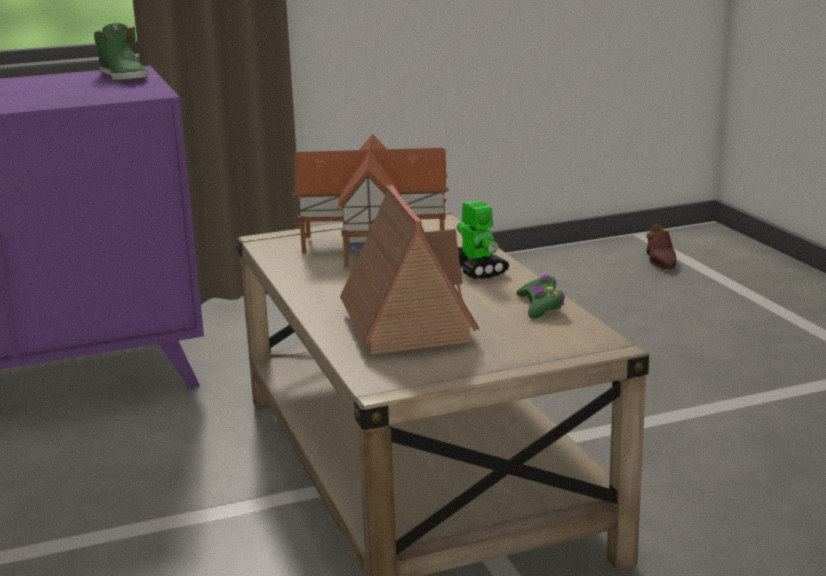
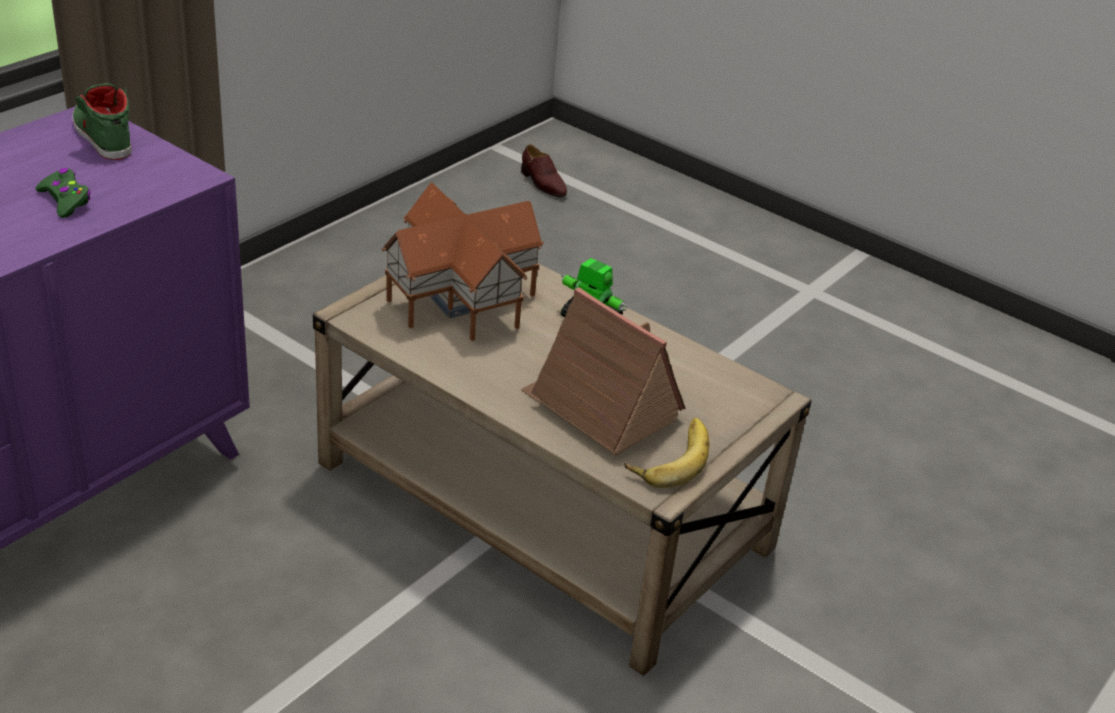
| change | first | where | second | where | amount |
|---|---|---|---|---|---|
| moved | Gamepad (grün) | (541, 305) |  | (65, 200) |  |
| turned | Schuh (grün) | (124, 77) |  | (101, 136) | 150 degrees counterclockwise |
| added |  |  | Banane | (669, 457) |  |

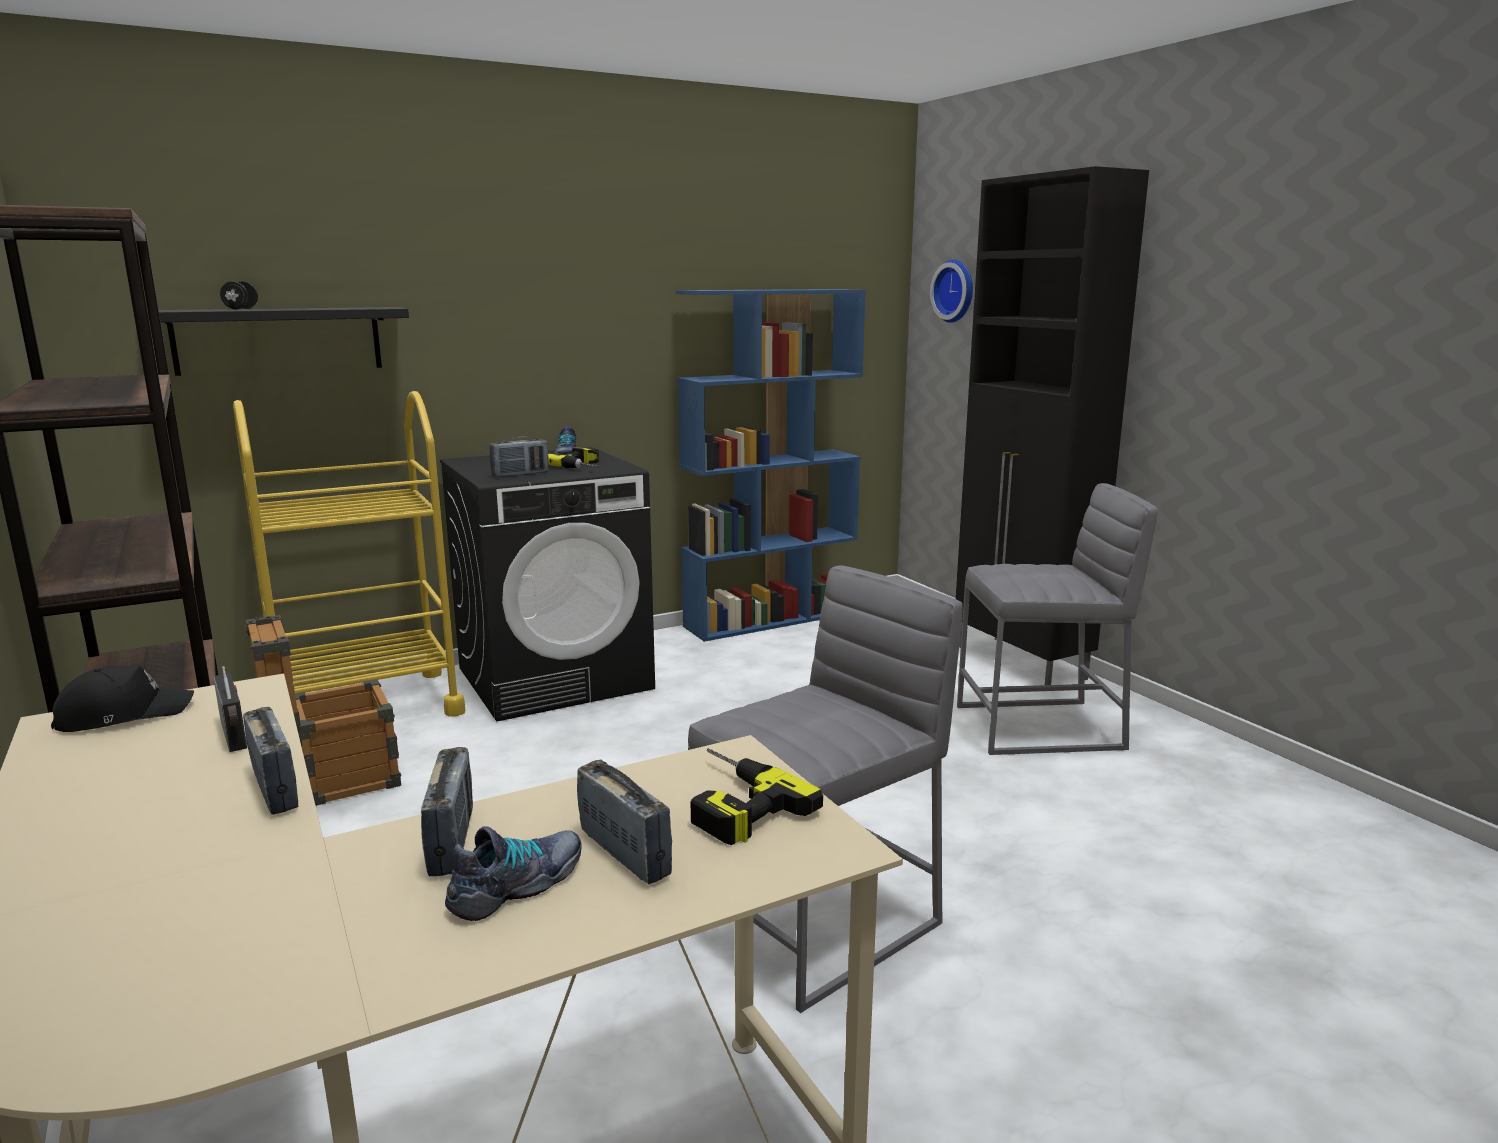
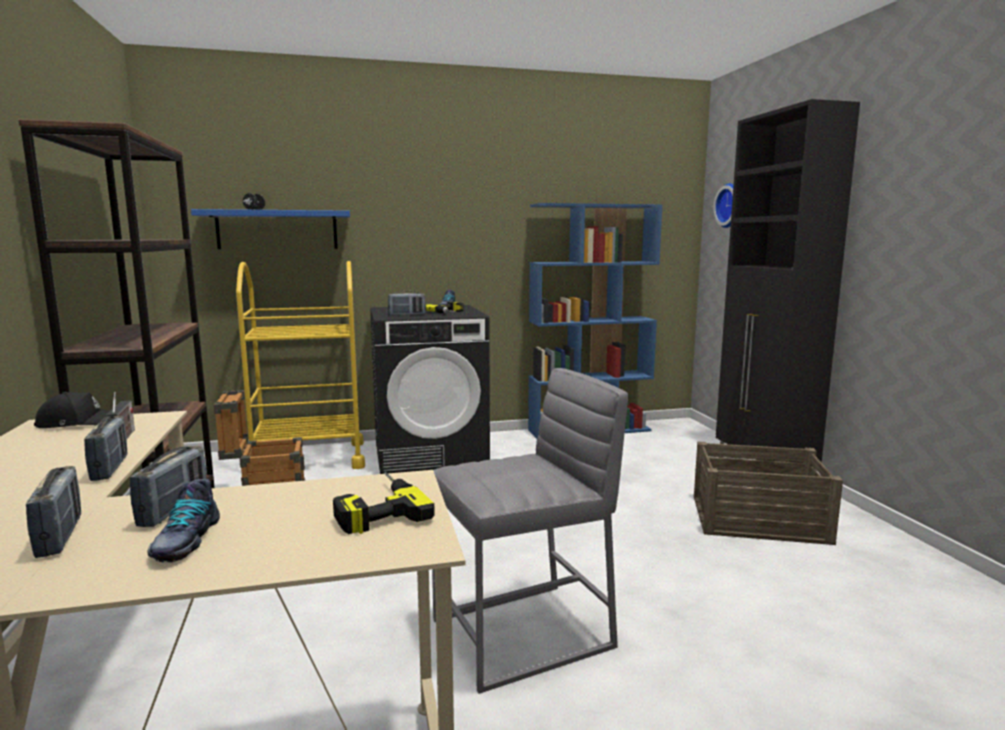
| change | first | where | second | where | amount |
|---|---|---|---|---|---|
| moved | Radio | (625, 854) |  | (60, 536) |  |
| turned | Schuh | (519, 886) |  | (185, 540) | 120 degrees clockwise |
| recoloured | Wandregal (schwarz) | (278, 340) | Wandregal (blau) | (277, 230) |  |
| replaced | Hocker (grau) | (1040, 727) | Kiste | (759, 519) |  |

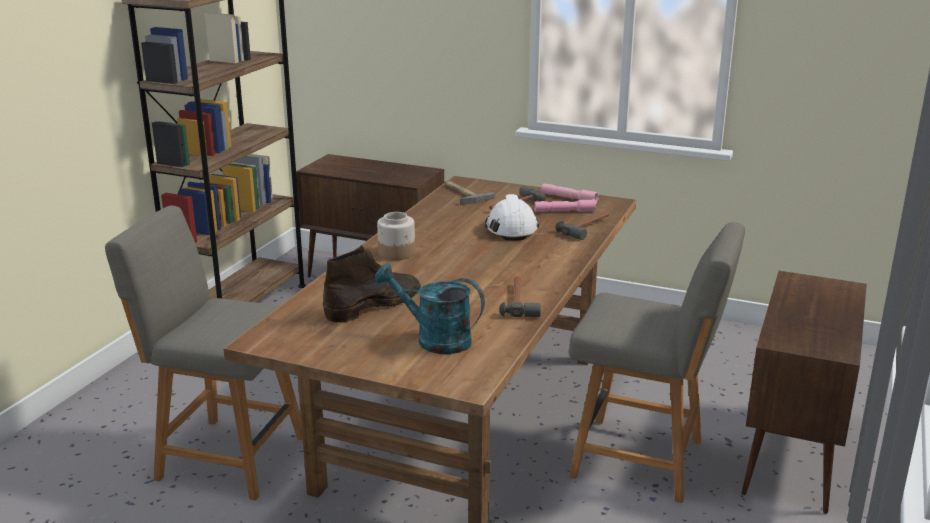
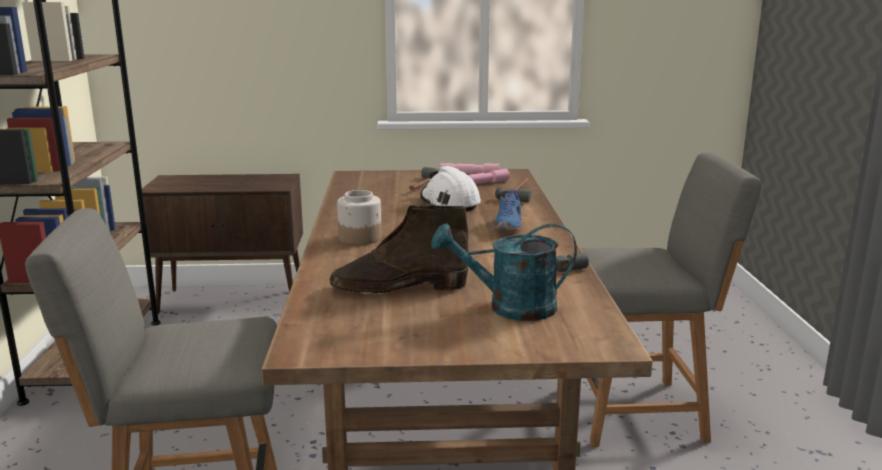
| change | first | where | second | where | amount |
|---|---|---|---|---|---|
| turned | Stiefel (braun) | (374, 304) |  | (397, 287) | 120 degrees counterclockwise |
| added |  |  | Schuh (blau) | (509, 226) |  |
| removed | Hammer | (462, 193) |  |  |  |
| removed | Schrank (braun) | (792, 455) |  |  |  |

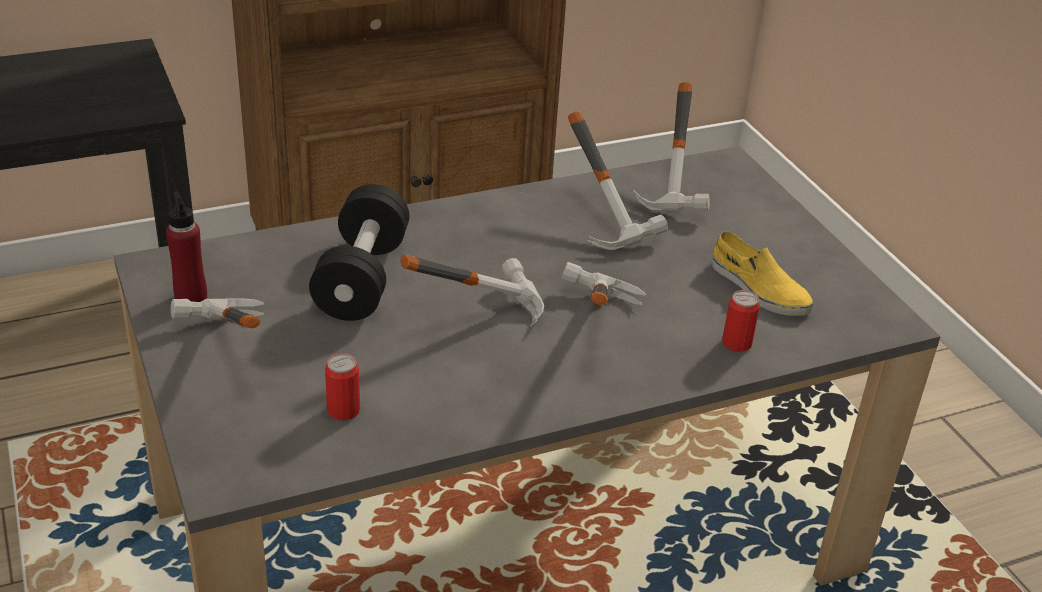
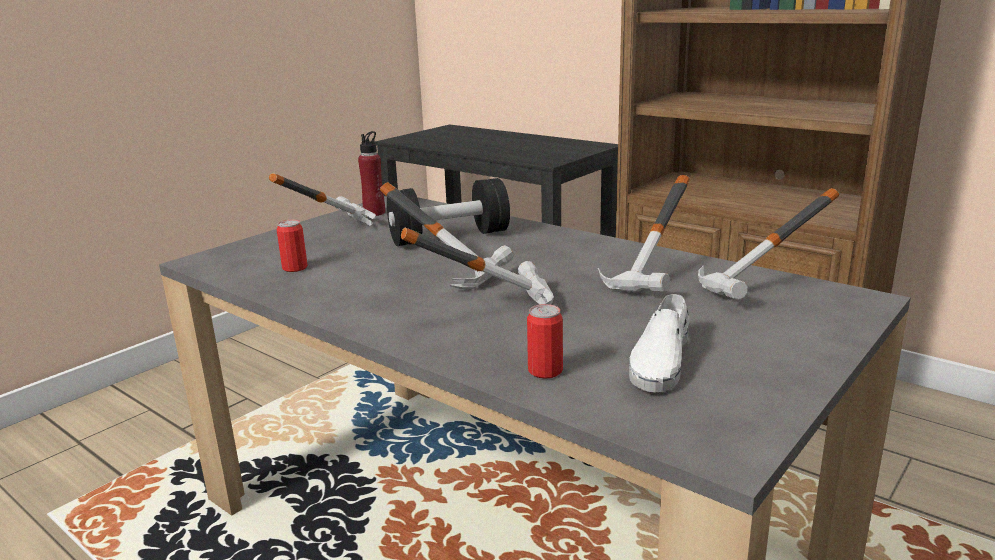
| change | first | where | second | where | amount |
|---|---|---|---|---|---|
| recoloured | Schuh (gelb) | (758, 288) | Schuh (weiß) | (660, 360) |  |

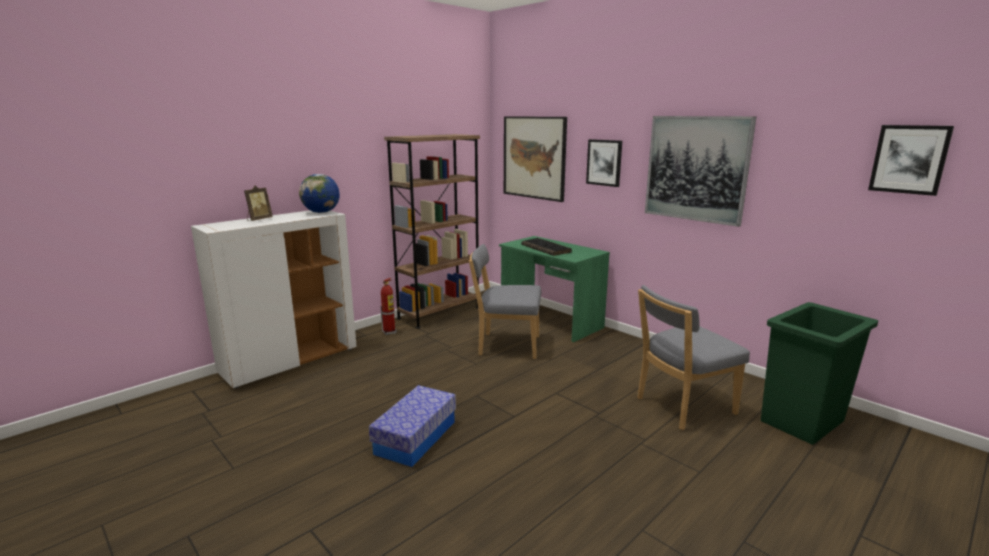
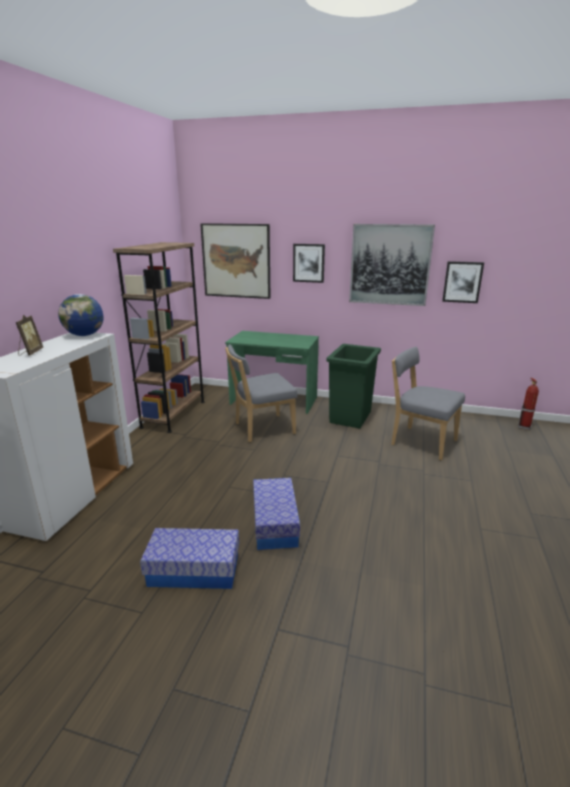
| change | first | where | second | where | amount |
|---|---|---|---|---|---|
| added |  |  | Aufbewahrungsbox | (194, 570) |  |
| moved | Mülleimer (grün) | (803, 421) |  | (351, 417) |  |
| turned | Stuhl (grau) | (681, 407) |  | (420, 442) | 90 degrees clockwise |
| moved | Bild | (909, 159) |  | (462, 282) |  |
| moved | Feuerlöscher | (389, 332) |  | (524, 426) |  |
| removed | Tastatur | (546, 248) |  |  |  |

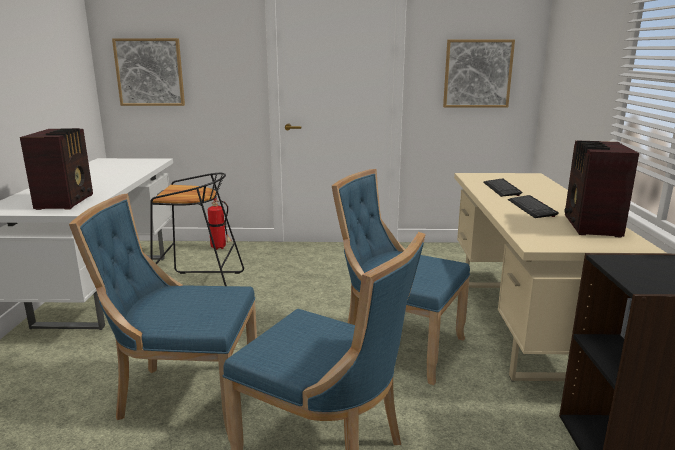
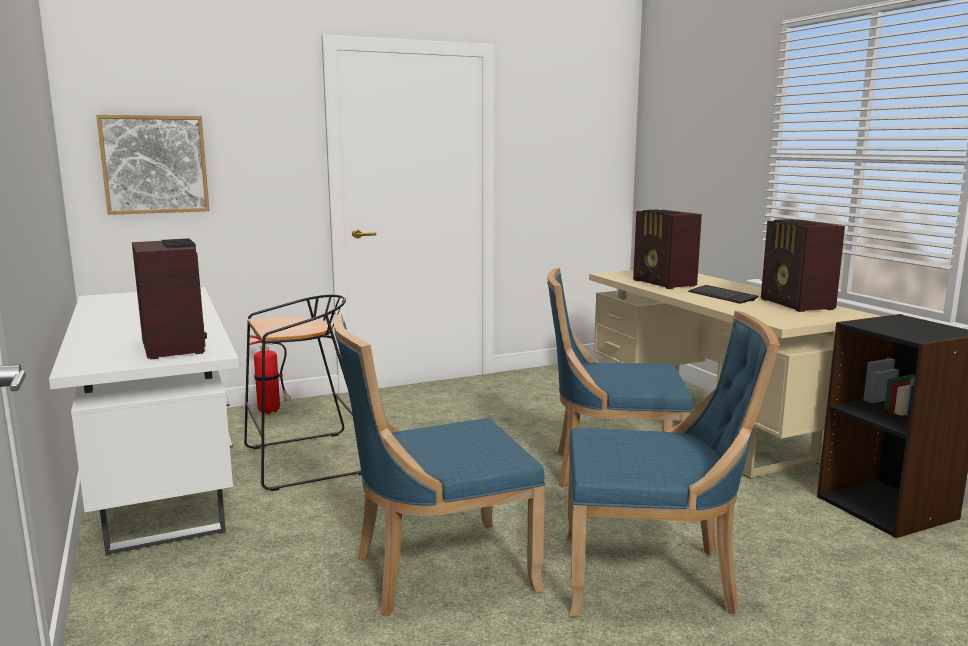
| change | first | where | second | where | amount |
|---|---|---|---|---|---|
| replaced | Tastatur | (501, 189) | Radio | (664, 283) |  |
| removed | Bild | (477, 74) |  |  |  |

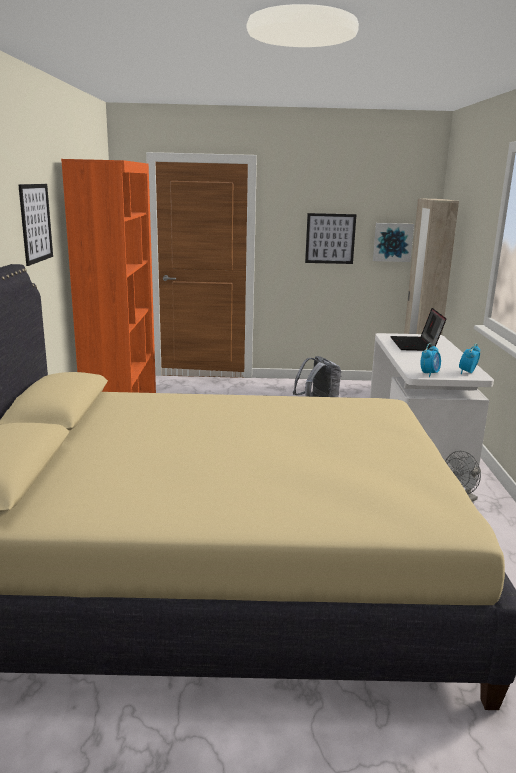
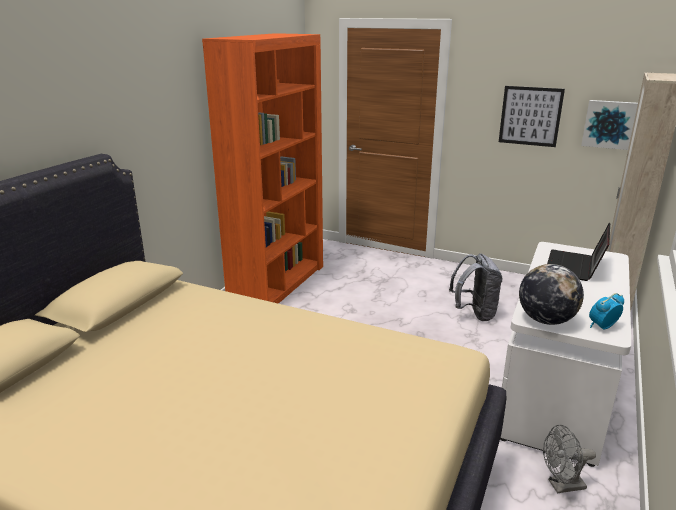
| change | first | where | second | where | amount |
|---|---|---|---|---|---|
| replaced | Wecker | (429, 374) | Globus | (546, 320) |  |
| removed | Bild | (36, 223) |  |  |  |

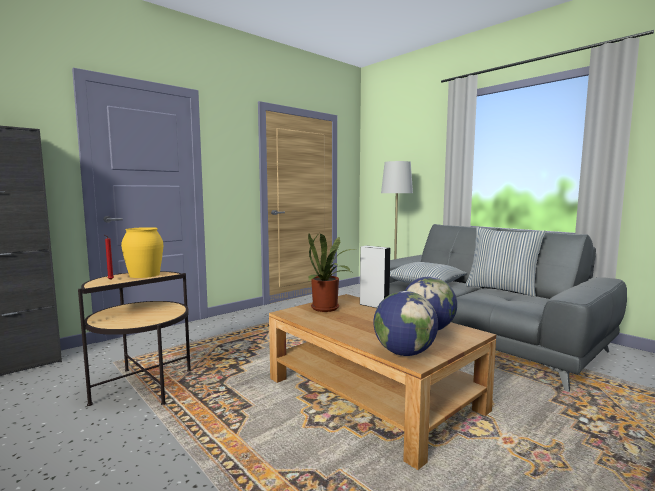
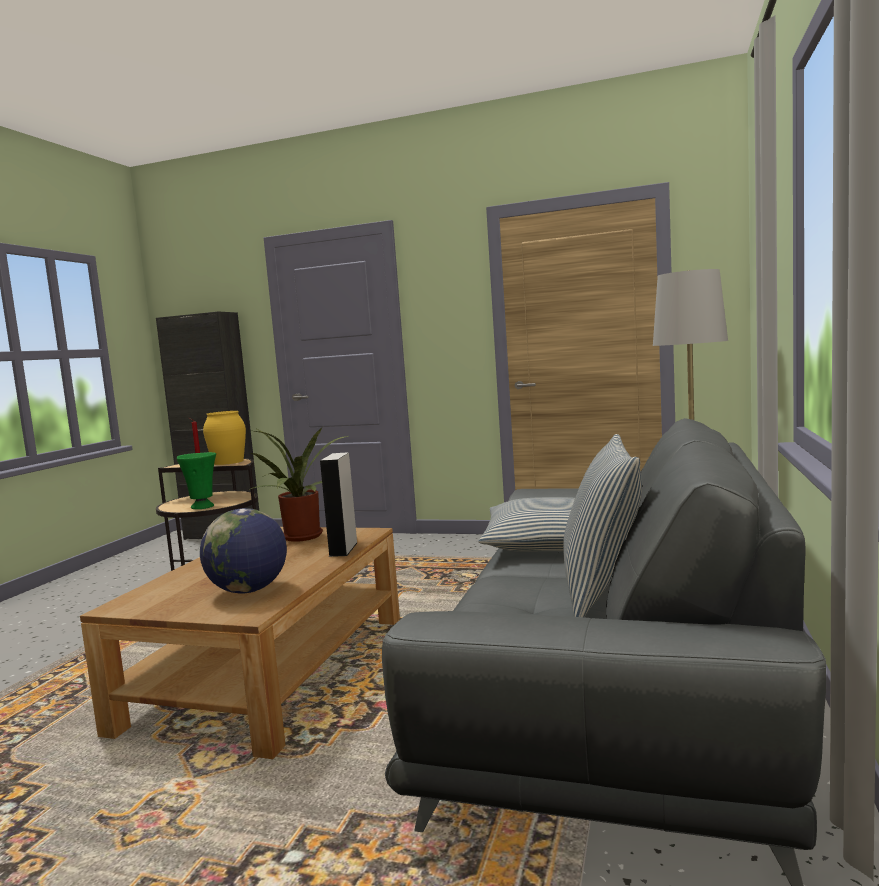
| change | first | where | second | where | amount |
|---|---|---|---|---|---|
| added |  |  | Vase (grün) | (202, 507) |  |
| removed | Globus | (404, 353) |  |  |  |

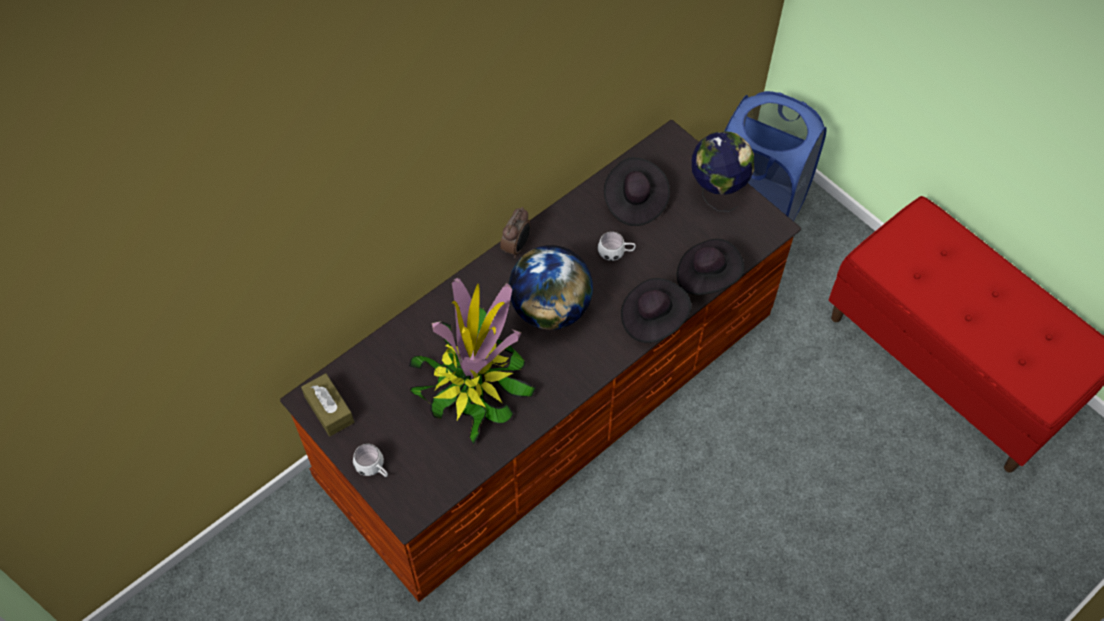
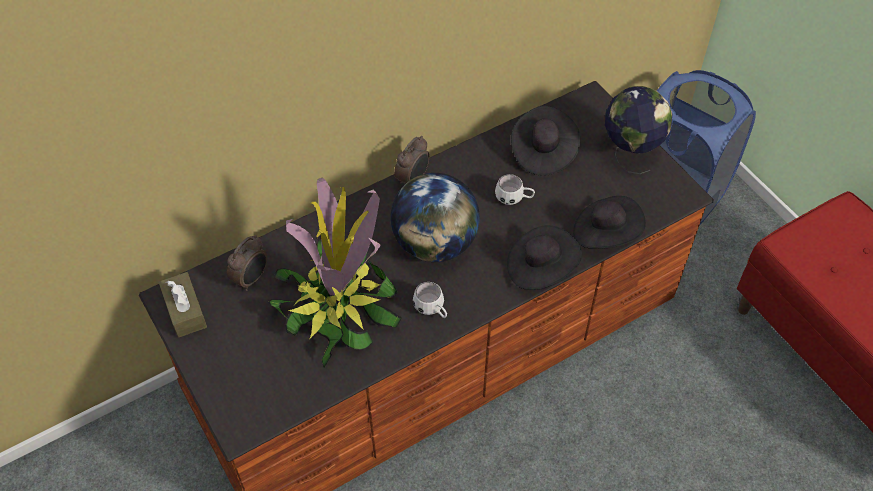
| change | first | where | second | where | amount |
|---|---|---|---|---|---|
| added |  |  | Wecker | (252, 279) |  |
| moved | Henkelbecher (weiß) | (373, 469) |  | (432, 310) |  |

